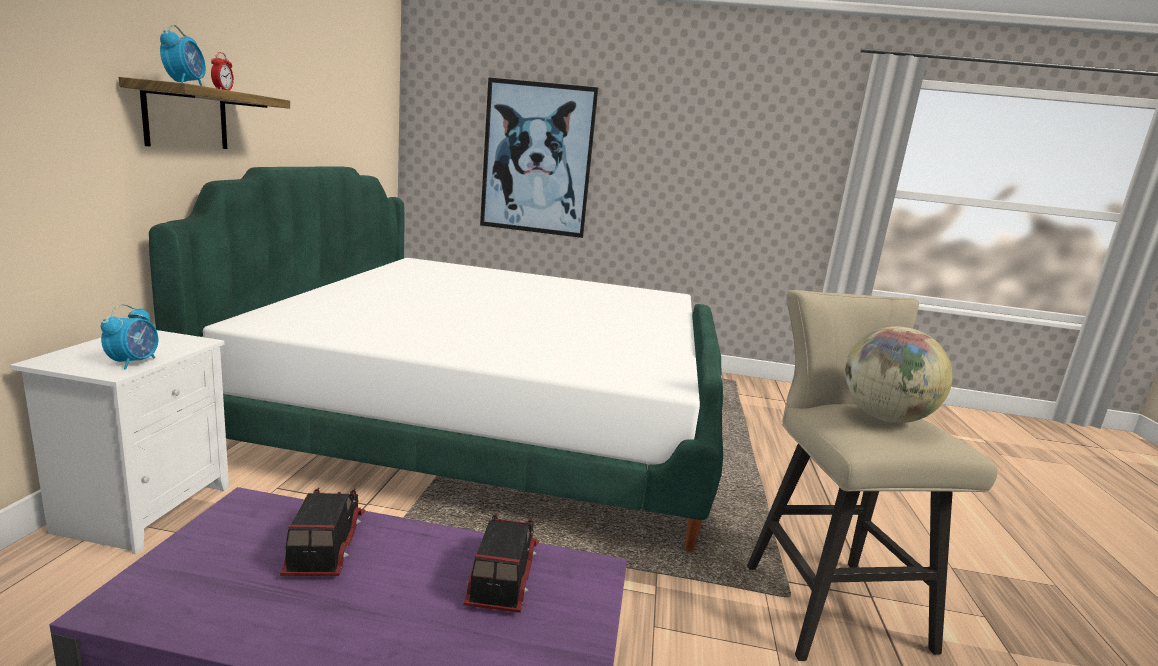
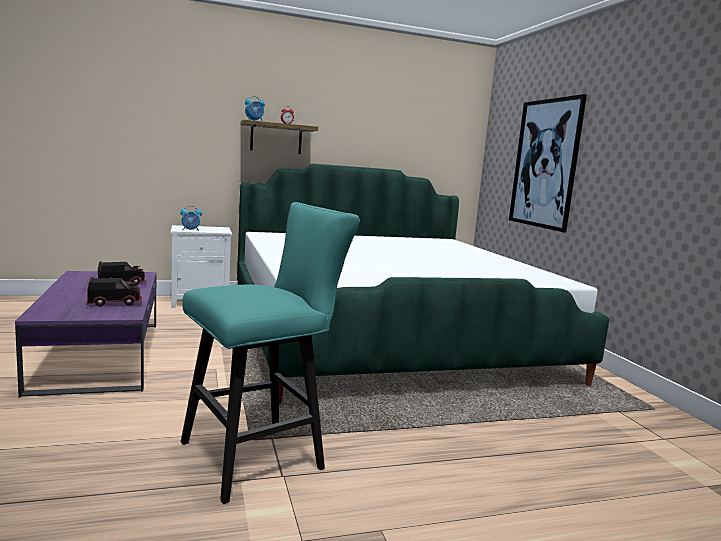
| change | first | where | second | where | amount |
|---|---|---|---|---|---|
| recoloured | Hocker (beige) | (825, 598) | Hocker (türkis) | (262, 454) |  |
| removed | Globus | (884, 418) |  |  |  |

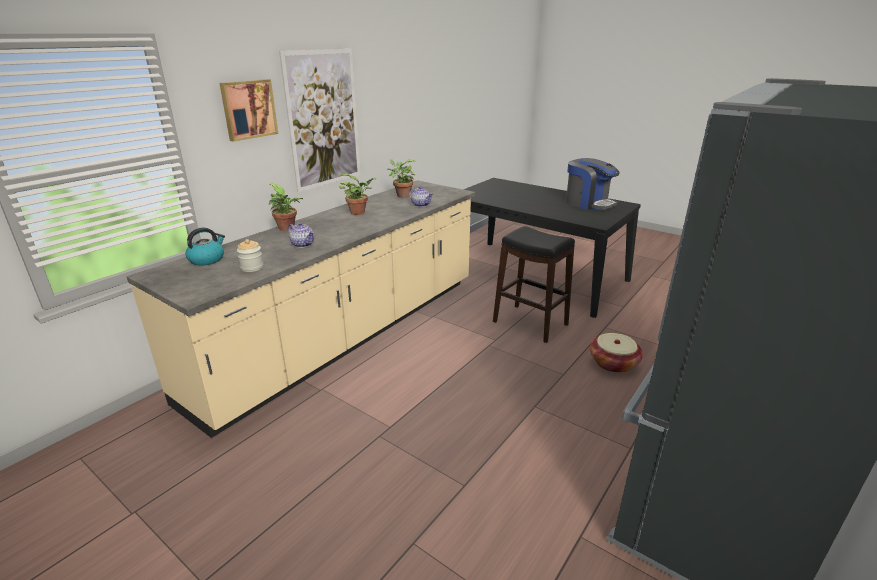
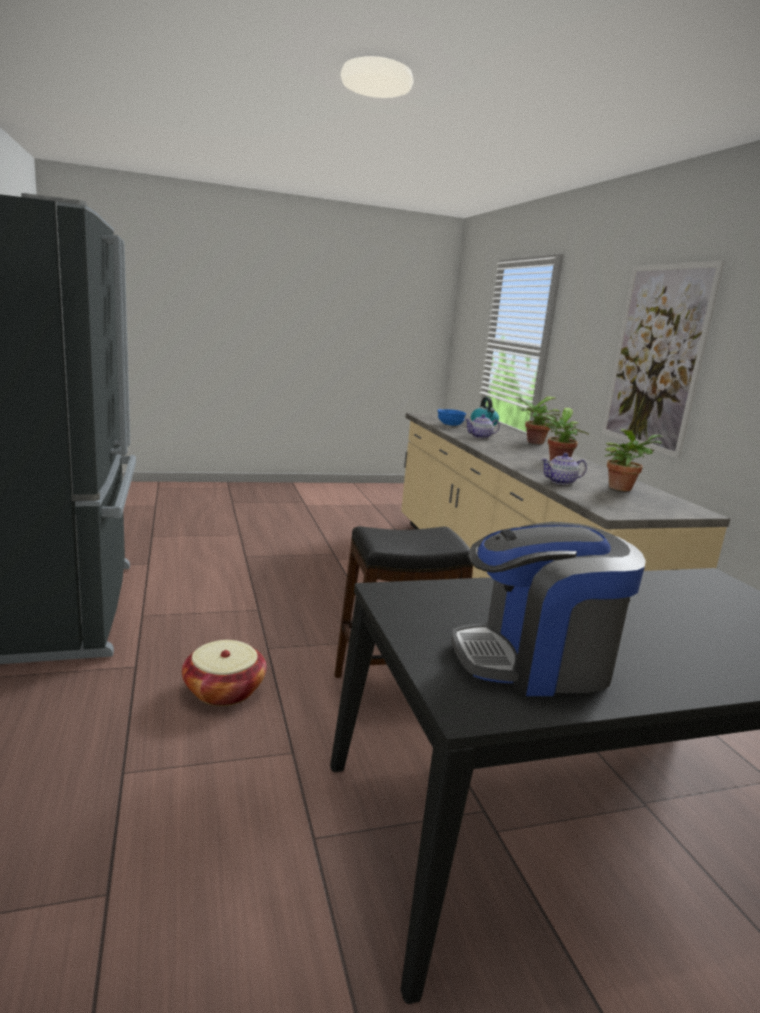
| change | first | where | second | where | amount |
|---|---|---|---|---|---|
| replaced | Vorratsglas | (252, 267) | Schüssel (blau) | (449, 425) |  |
| removed | Bild | (248, 109) |  |  |  |

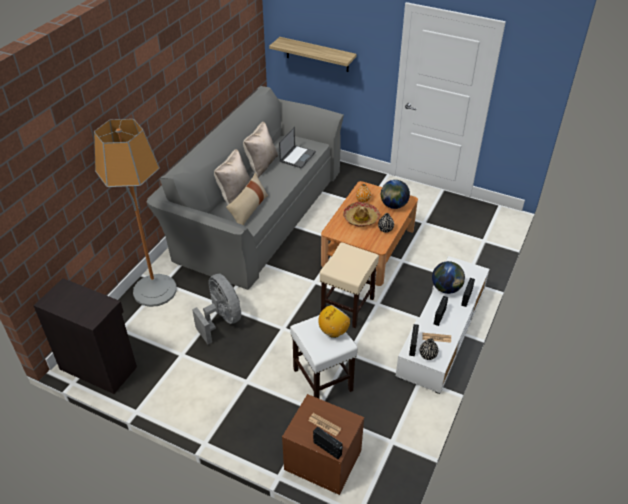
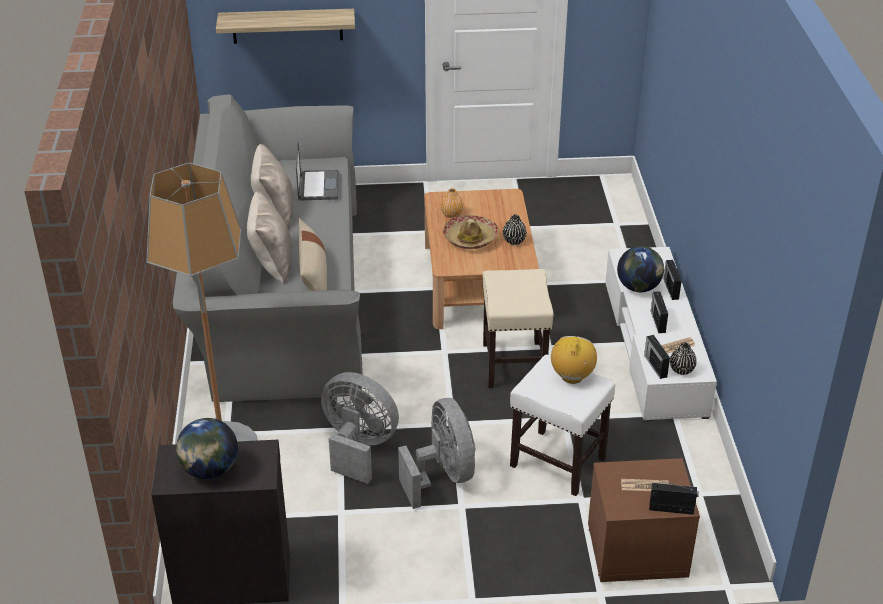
| change | first | where | second | where | amount |
|---|---|---|---|---|---|
| moved | Globus | (393, 205) |  | (210, 470) |  |
| added |  |  | Ventilator (grau) | (443, 475) |  |

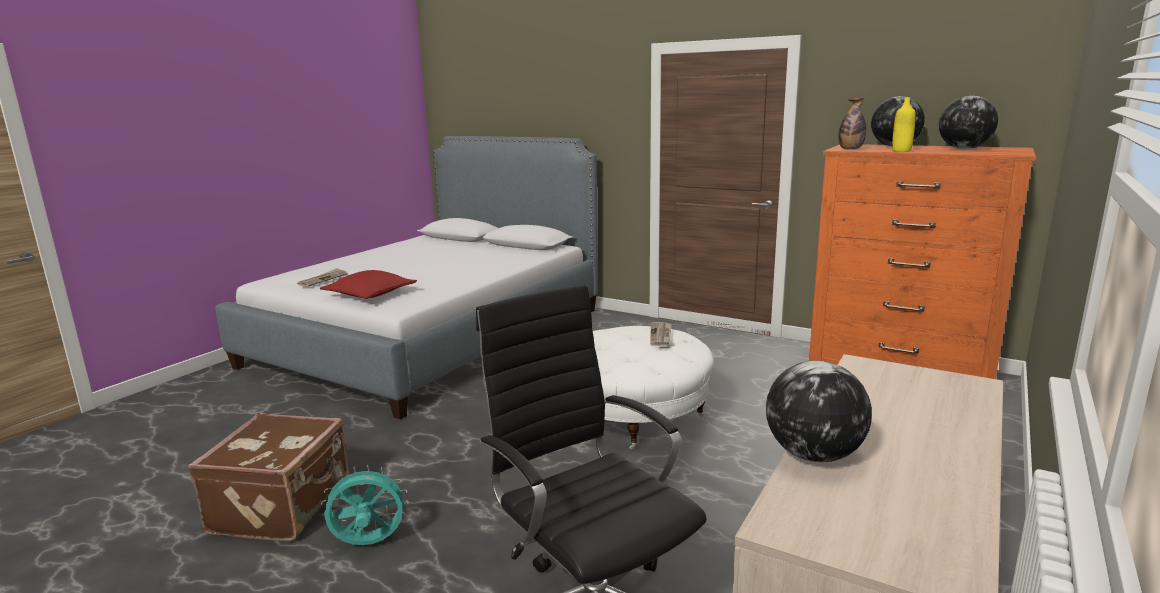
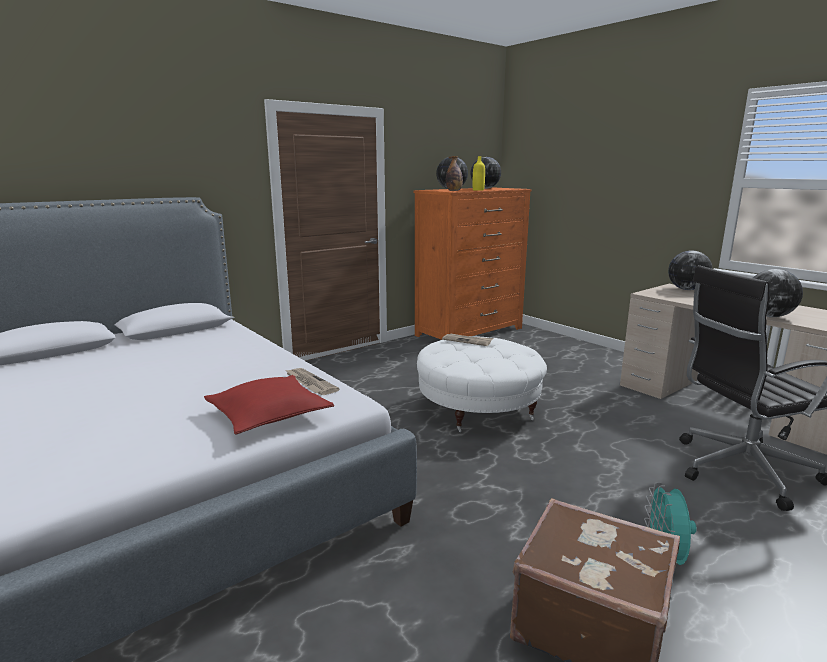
| change | first | where | second | where | amount |
|---|---|---|---|---|---|
| moved | Zeitung | (323, 279) |  | (309, 383) |  |
| added |  |  | Globus | (687, 289) |  |

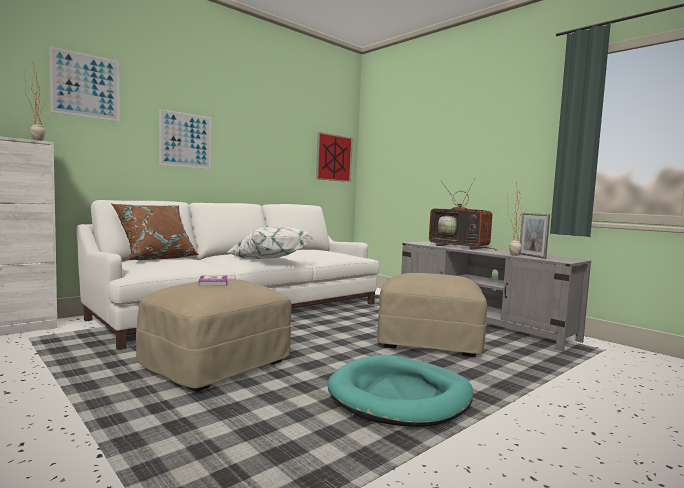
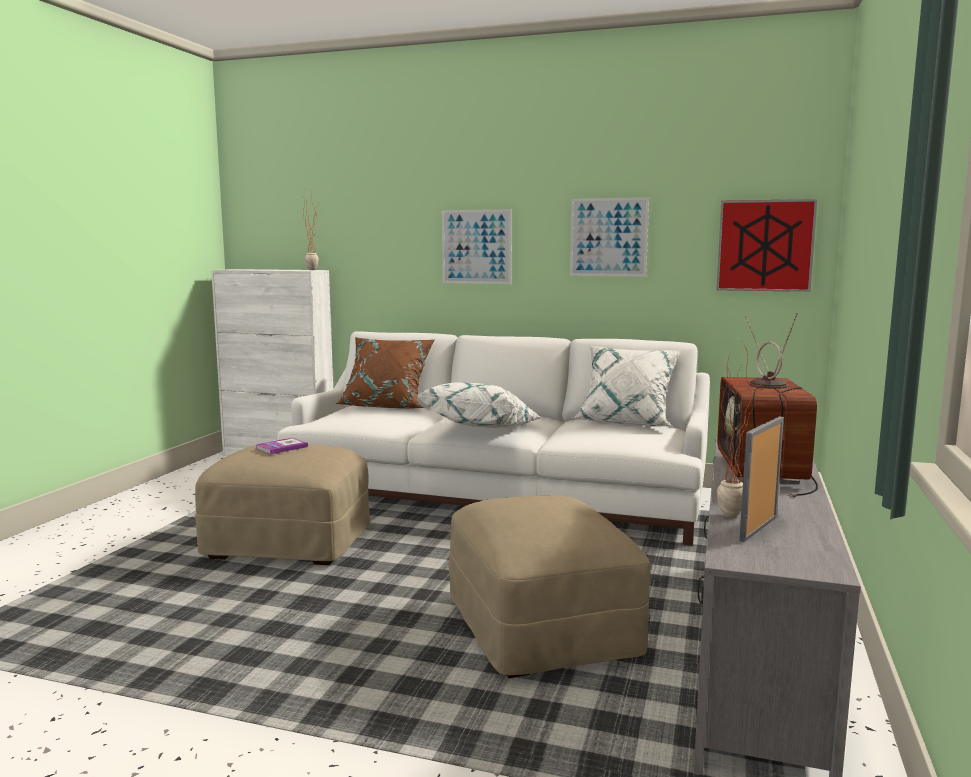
| change | first | where | second | where | amount |
|---|---|---|---|---|---|
| moved | Bild | (86, 85) |  | (608, 237) |  |
| added |  |  | Kissen (weiß) | (626, 422) |  |
| removed | Hundebett (türkis) | (400, 396) |  |  |  |

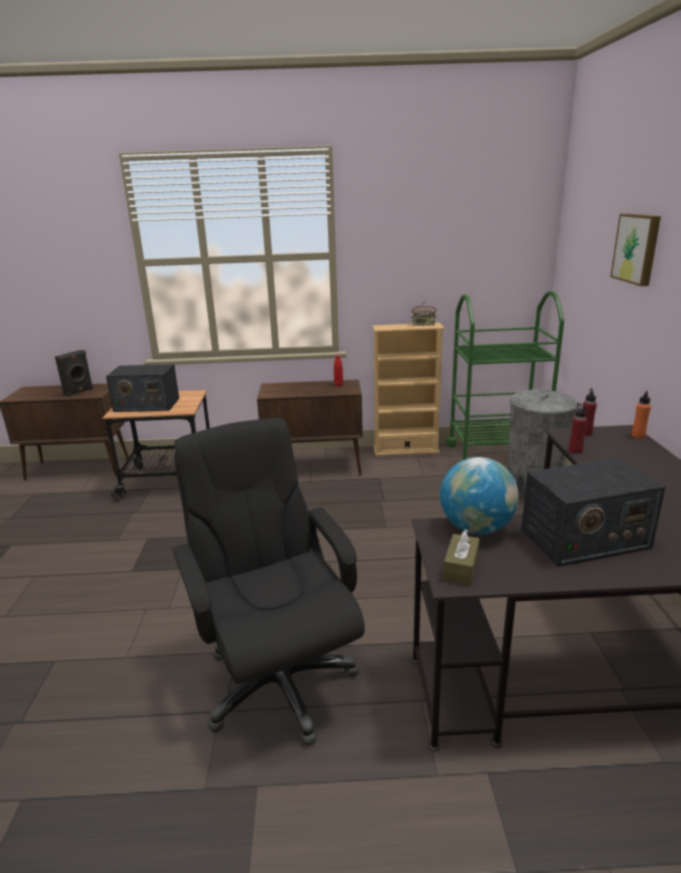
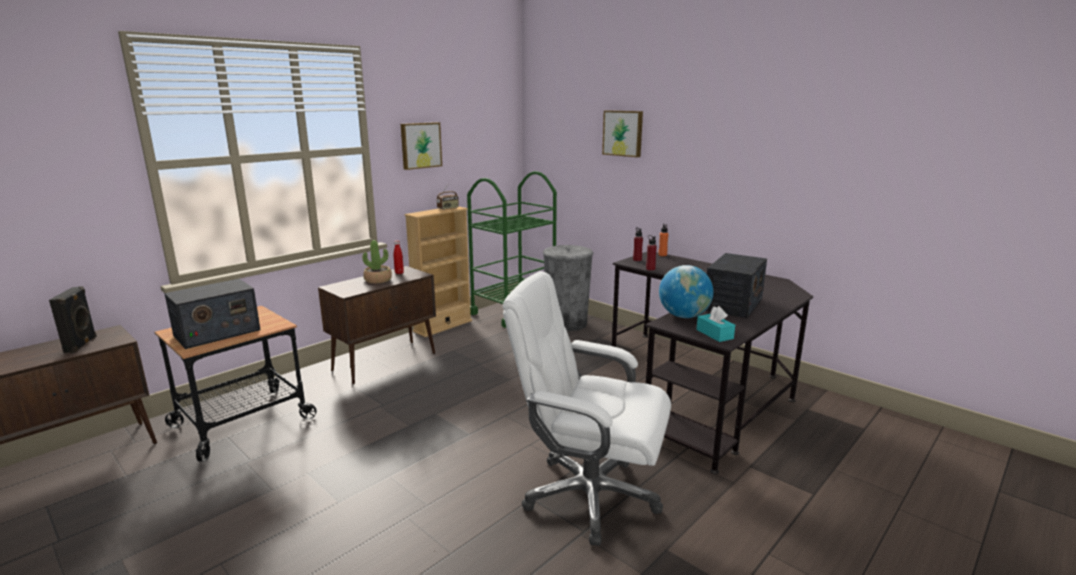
| change | first | where | second | where | amount |
|---|---|---|---|---|---|
| added |  |  | Topfpflanze | (378, 280) |  |
| added |  |  | Bild | (420, 145) |  |
| recoloured | Bürostuhl (schwarz) | (278, 681) | Bürostuhl (weiß) | (588, 496) |  |
| recoloured | Taschentuchbox (braun) | (461, 568) | Taschentuchbox (türkis) | (714, 334) |  |

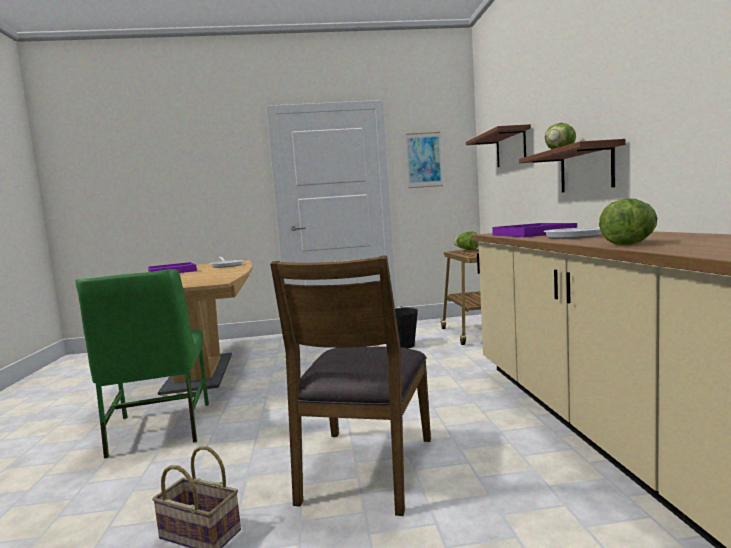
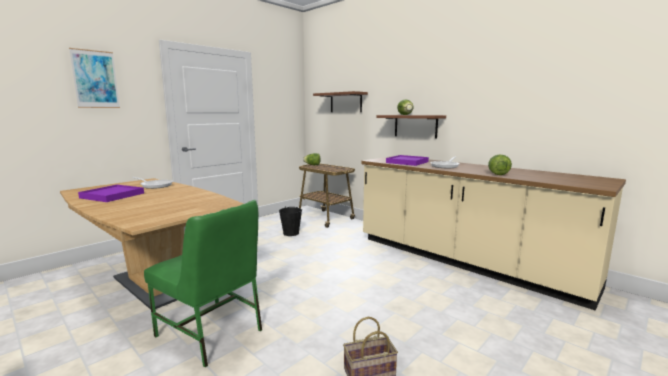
| change | first | where | second | where | amount |
|---|---|---|---|---|---|
| moved | Bild | (424, 160) |  | (95, 79) |  |
| removed | Stuhl (braun) | (365, 469) |  |  |  |

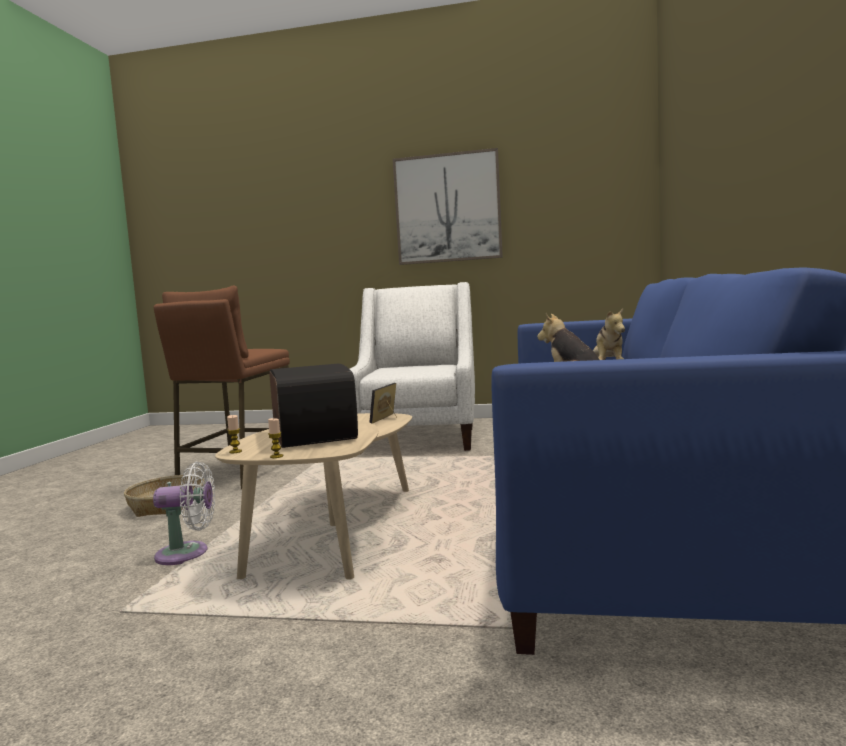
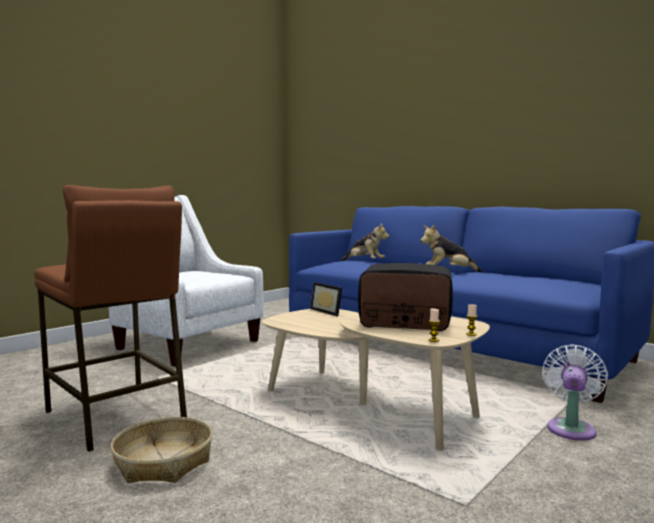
| change | first | where | second | where | amount |
|---|---|---|---|---|---|
| moved | Ventilator (weiß) | (188, 554) |  | (571, 428) |  |
| removed | Bild | (447, 208) |  |  |  |

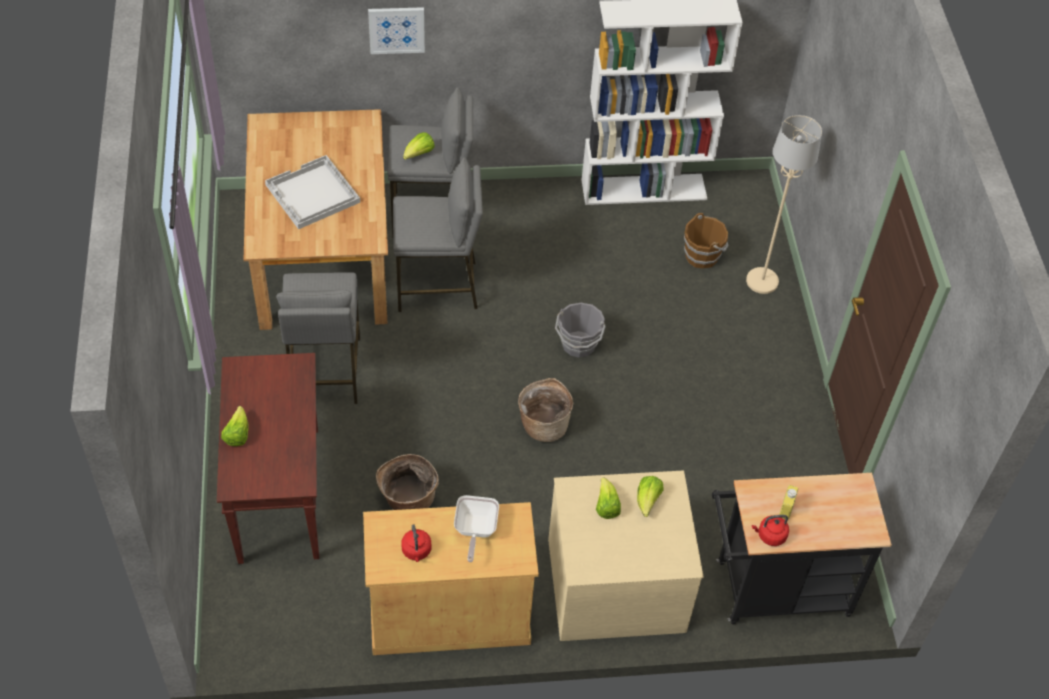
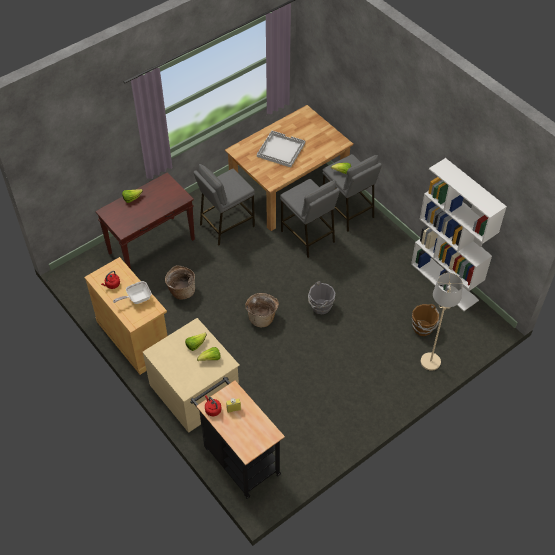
| change | first | where | second | where | amount |
|---|---|---|---|---|---|
| removed | Bild | (396, 29) |  |  |  |

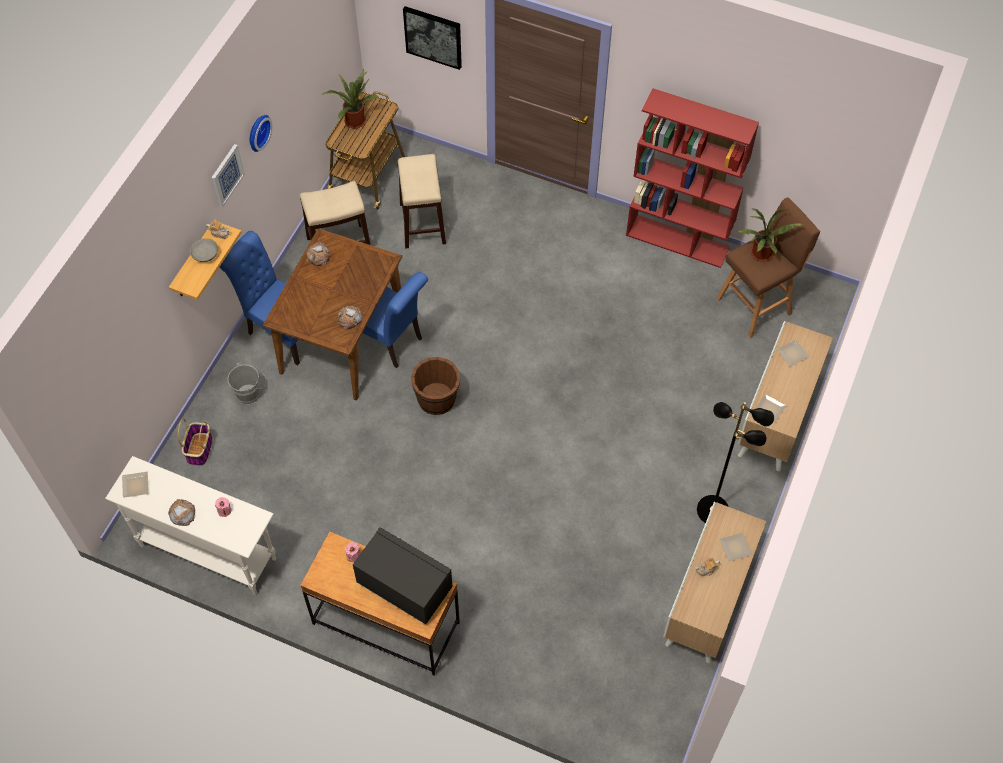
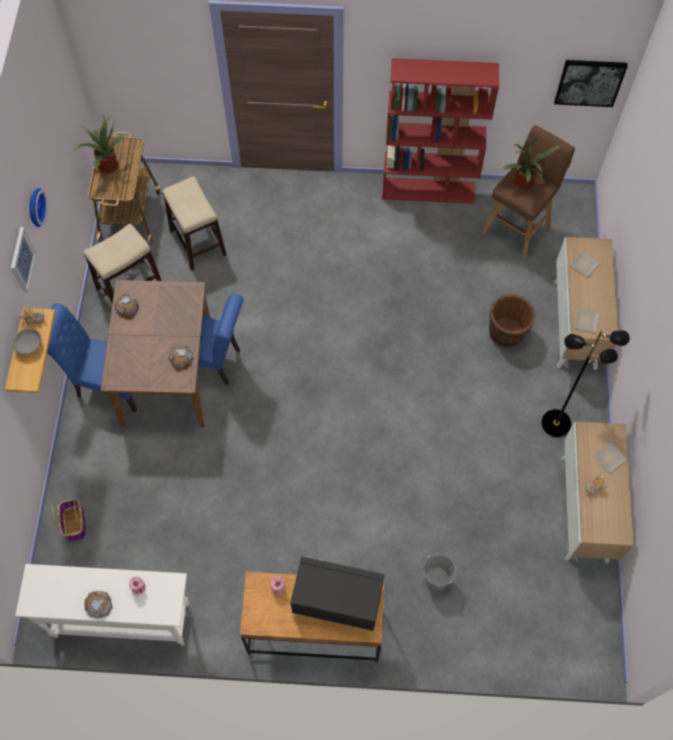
| change | first | where | second | where | amount |
|---|---|---|---|---|---|
| moved | Eimer (grau) | (251, 394) |  | (438, 576) |  |
| moved | Eimer (braun) | (437, 399) |  | (506, 332) |  |
| moved | Bild | (433, 36) |  | (589, 82) |  |
| removed | Teller | (136, 484) |  |  |  |

